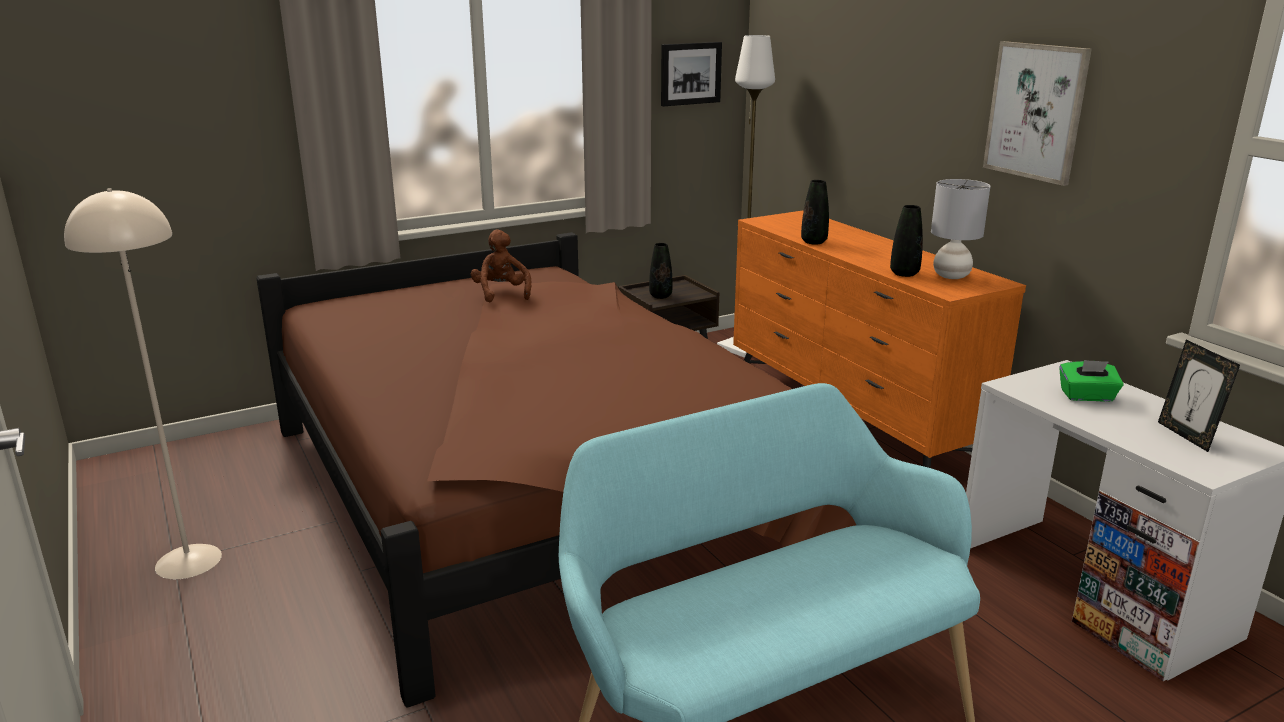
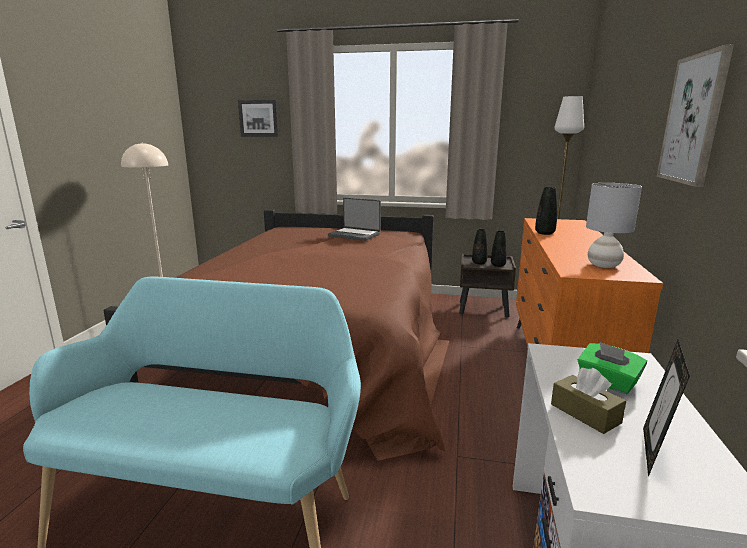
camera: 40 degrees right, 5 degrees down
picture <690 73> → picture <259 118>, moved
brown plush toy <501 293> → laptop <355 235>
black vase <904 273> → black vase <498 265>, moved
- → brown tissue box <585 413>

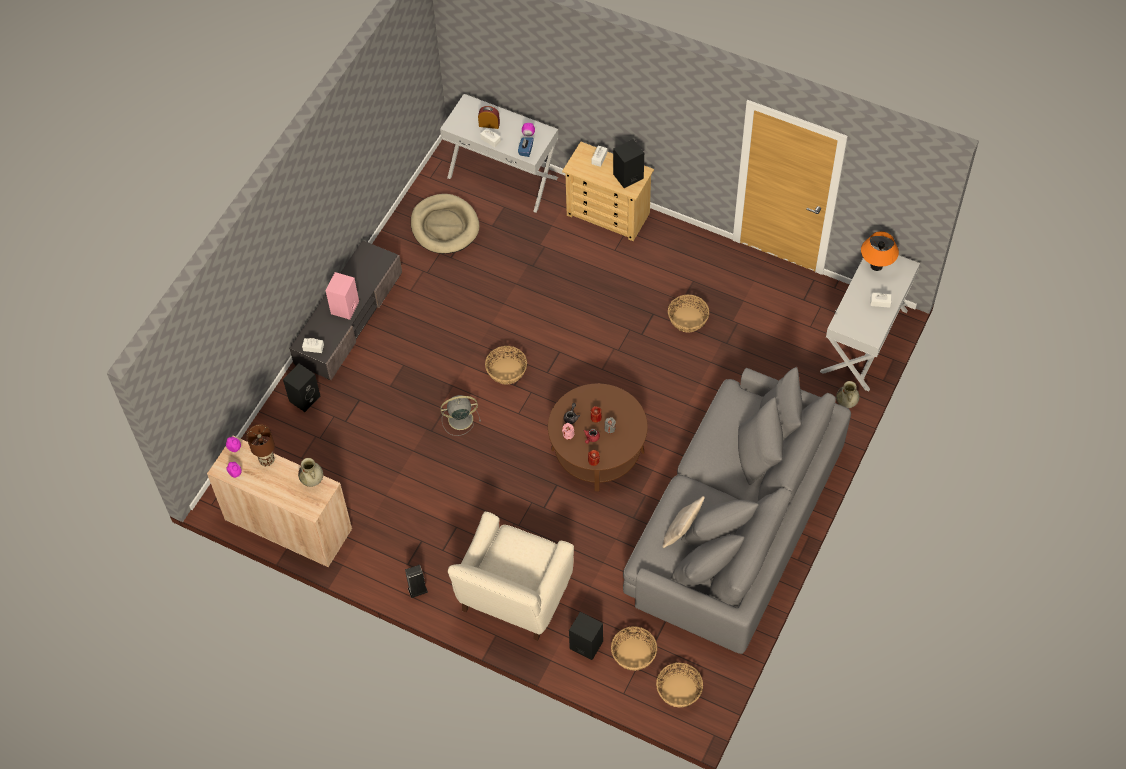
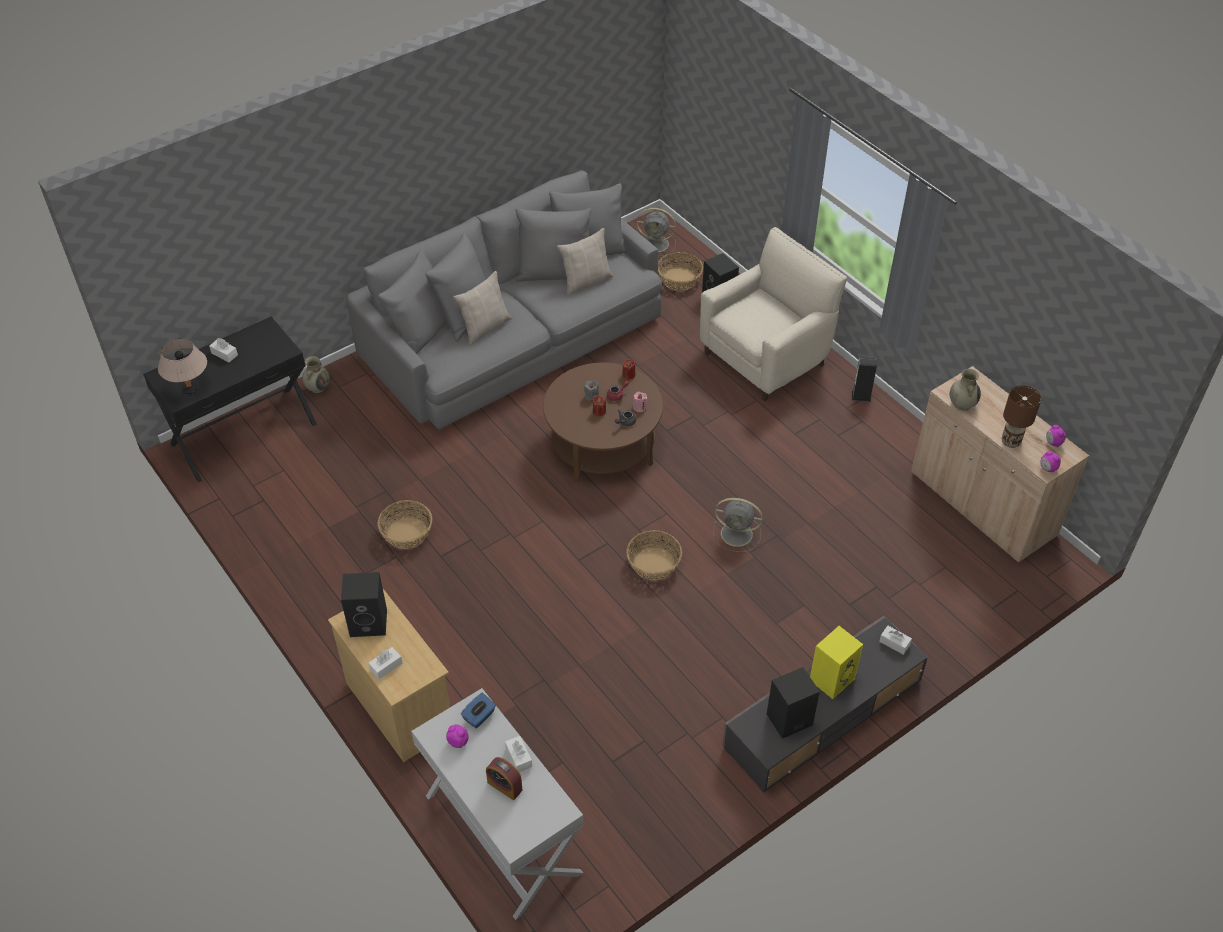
camera: 155 degrees left, 10 degrees down
white console table <864 341> → black console table <243 433>
orange table lamp <876 266> → beige table lamp <189 388>
- → beige pillow <485 327>
basket <679 690> → grey fan <657 244>
black speaker <304 398> → black speaker <789 720>, moved
pink speaker <345 308> → yellow speaker <832 678>
beige dog bed <445 226> → -

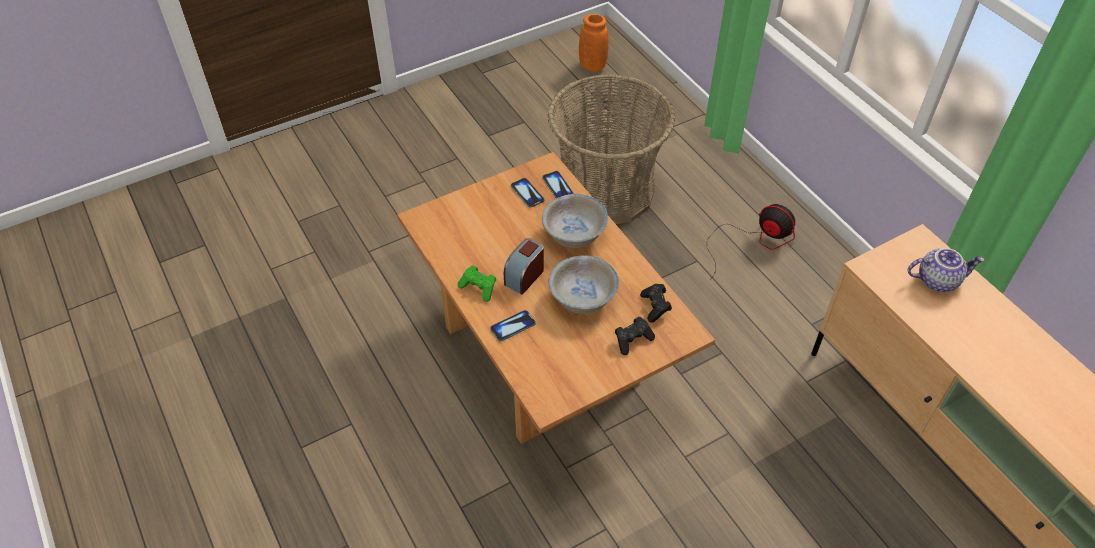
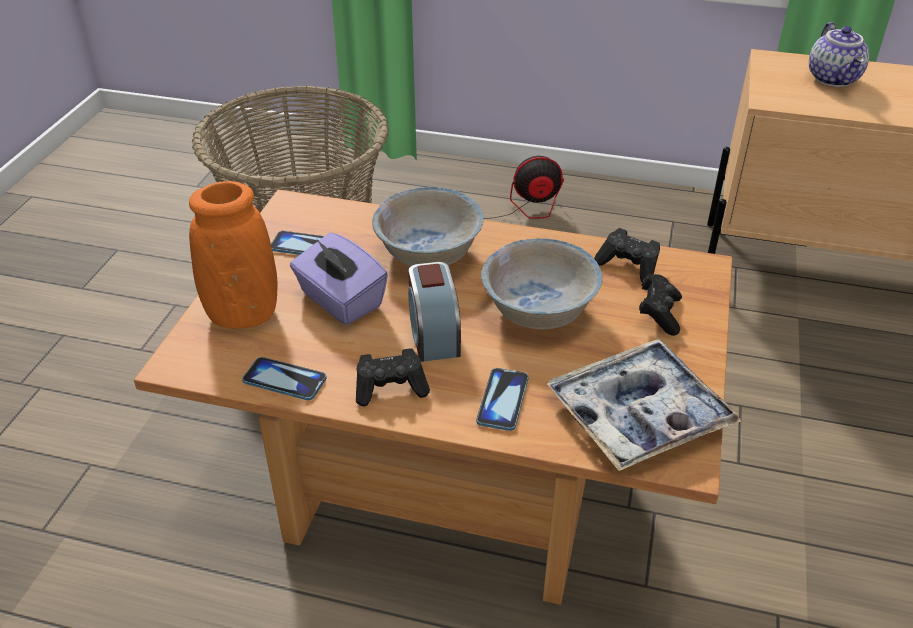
camera: 45 degrees left, 10 degrees down
orange vase <592 66> → orange vase <243 315>, moved
phone <557 186> → phone <284 380>, moved
- → purple tissue box <340 301>
green game controller <479 288> → black game controller <391 388>
- → tray <638 414>
teapot <937 280> → teapot <834 79>, 135 degrees clockwise

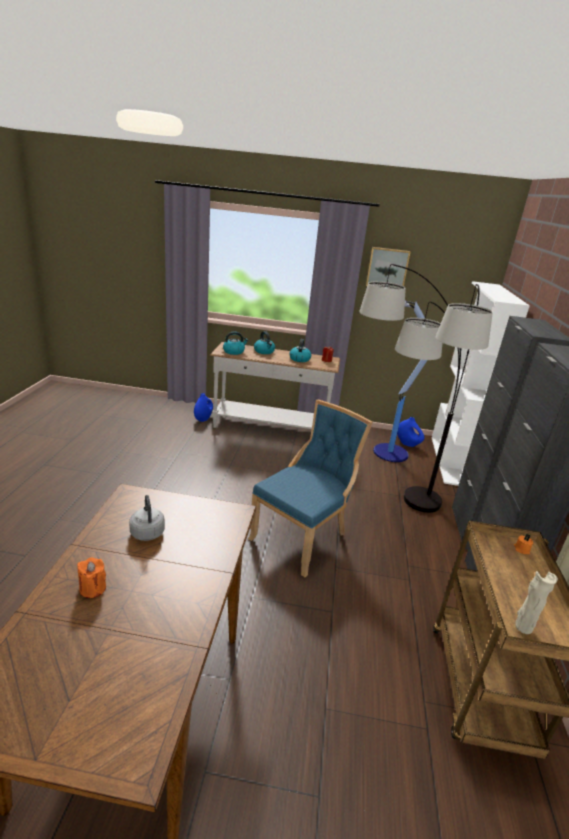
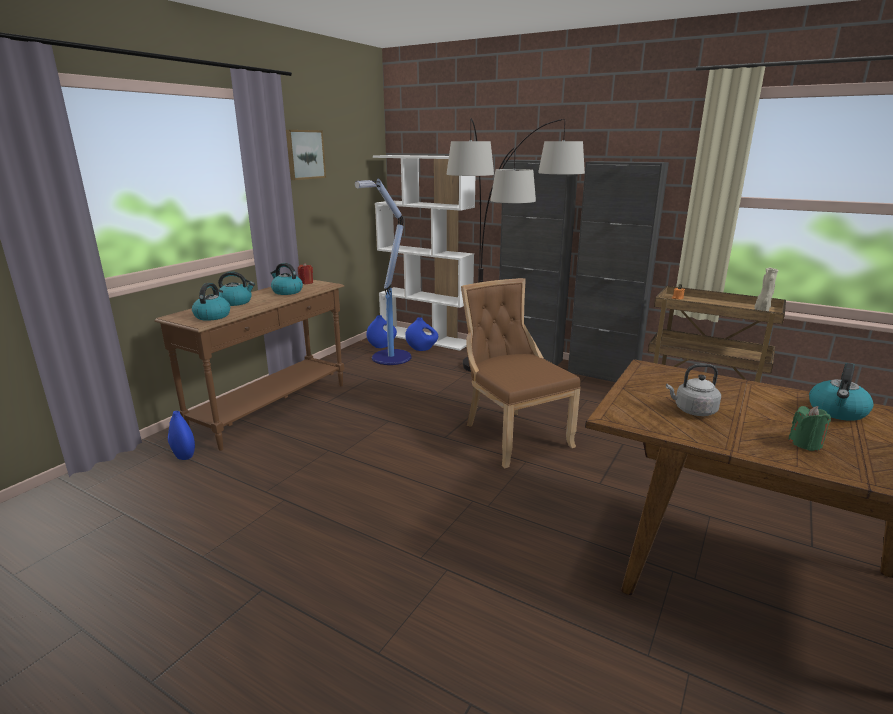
camera: 65 degrees left, 5 degrees down
white console table <270 428> → brown console table <273 409>
- → blue vase <422 349>
blue chair <303 537> → brown chair <512 435>
orange candle <93 588> → green candle <805 444>
- → kettle <837 411>

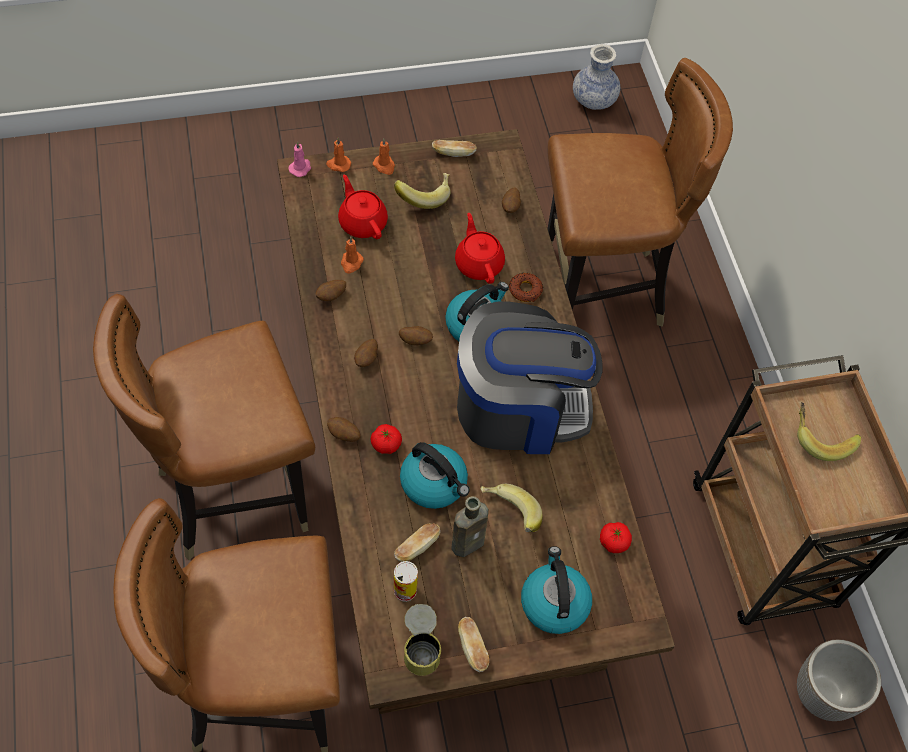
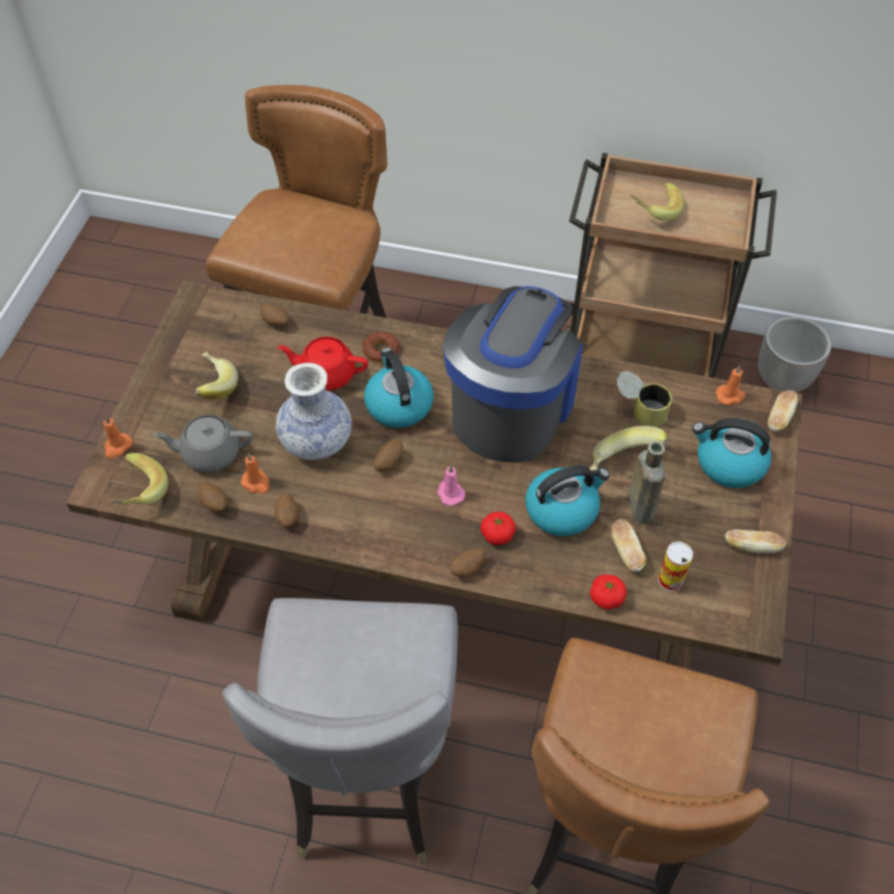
camera: 60 degrees left, 5 degrees down
- → banana <137 492>
red teapot <362 222> → grey teapot <210 453>
potato <366 359> → potato <215 504>, moved
brown chair <235 492> → grey chair <368 781>
vase <593 100> → vase <316 441>, moved
pink candle <300 168> → pink candle <450 493>, moved
tomato <613 542> → tomato <606 598>, moved
can <421 646> → can <640 410>, moved
orange candle <384 166> → orange candle <730 396>, moved
bread <453 153> → bread <779 417>, moved

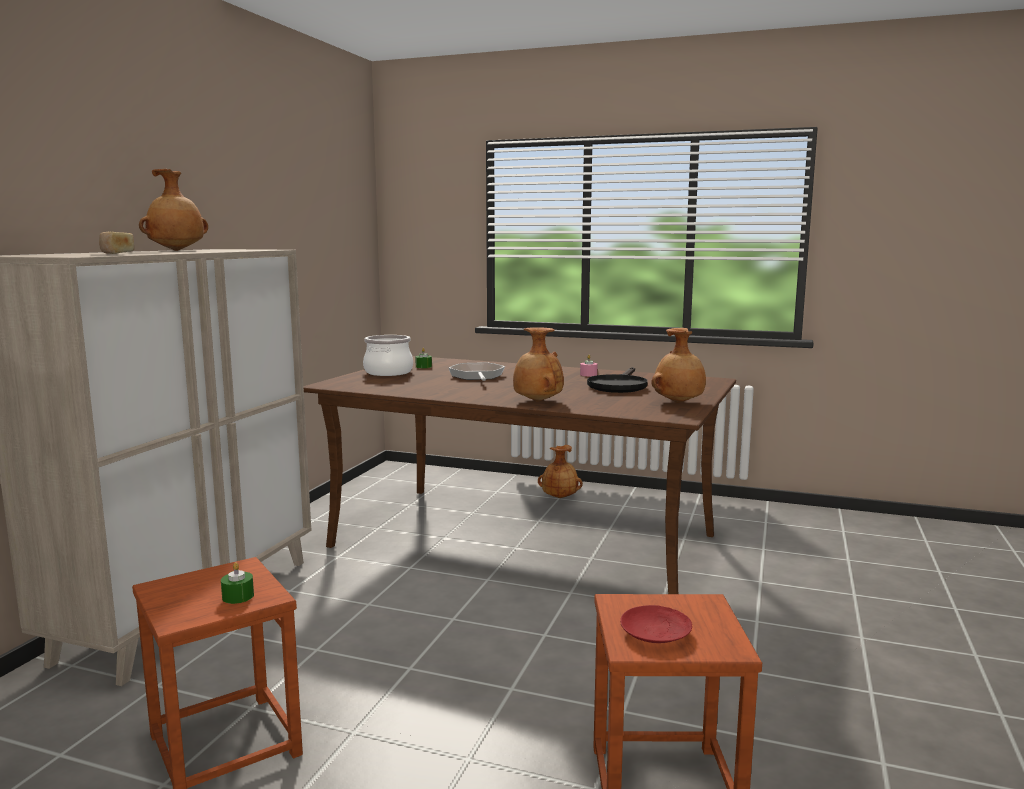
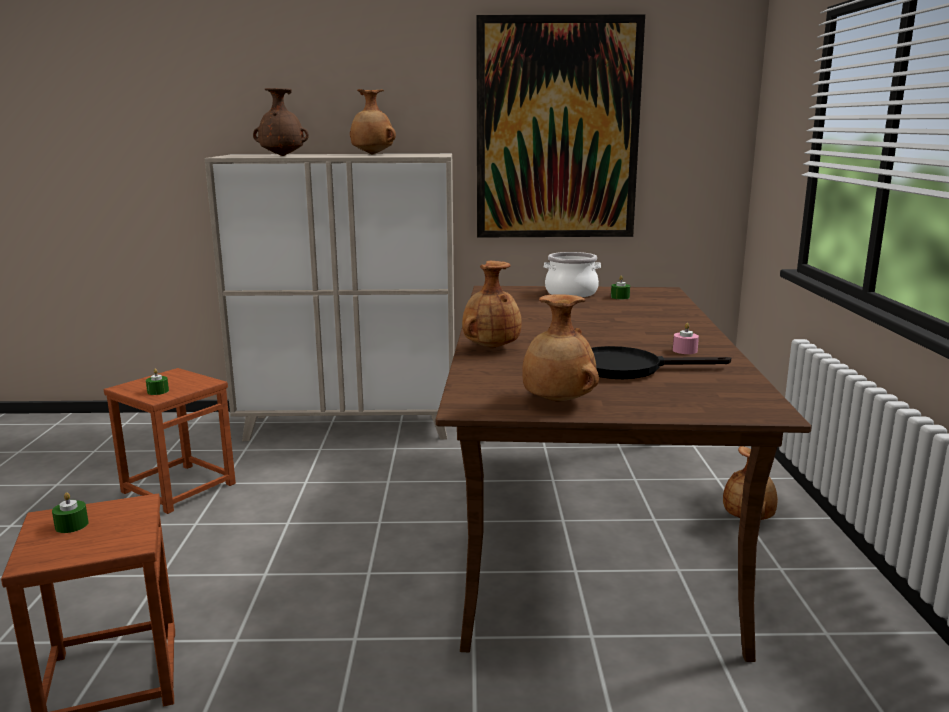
camera: 70 degrees right, 5 degrees up
red plate <656 632> → green candle <71 525>
bread <117 253> → brown vase <282 156>
- → picture <557 130>
frying pan <477 376> → -

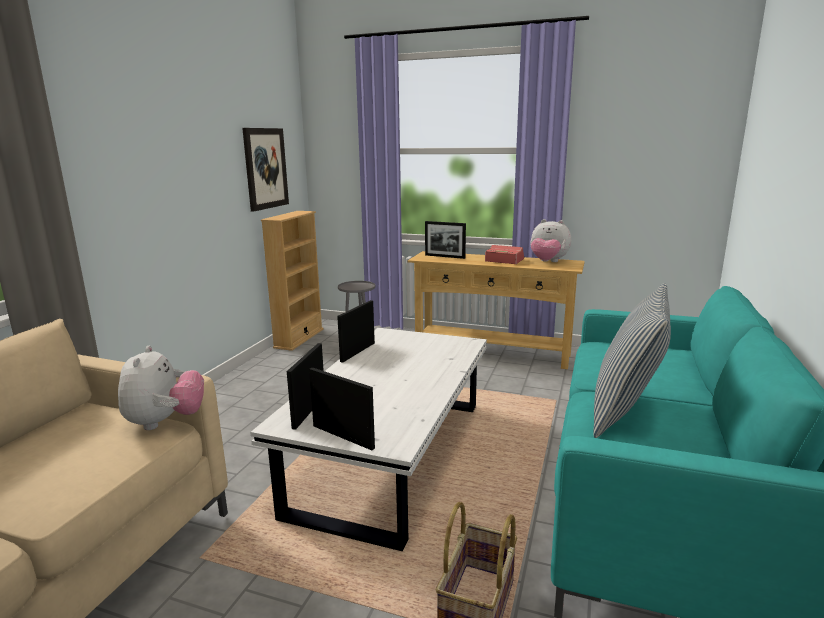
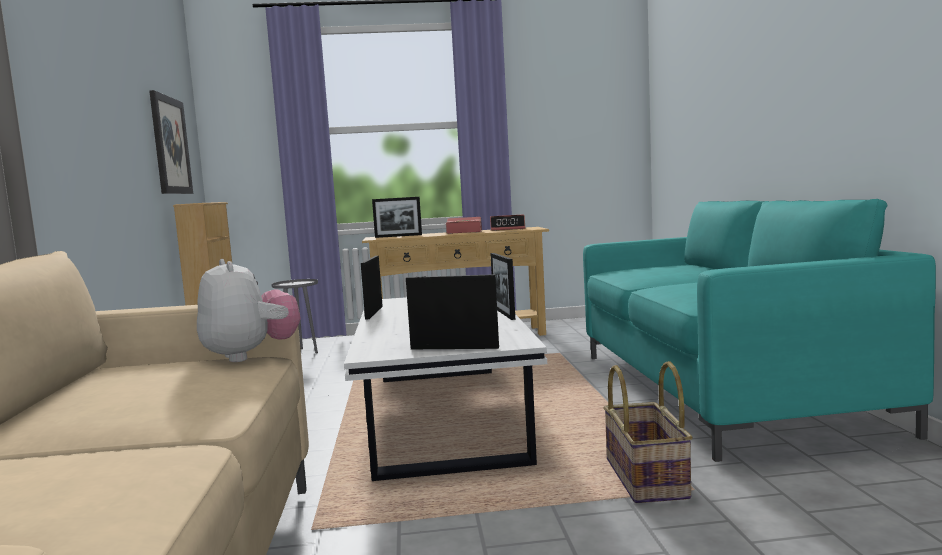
camera: 25 degrees left, 10 degrees down
plush toy <548 262> → alarm clock <508 229>
picture frame <309 411> → picture frame <503 313>, moved
pillow <625 411> → -

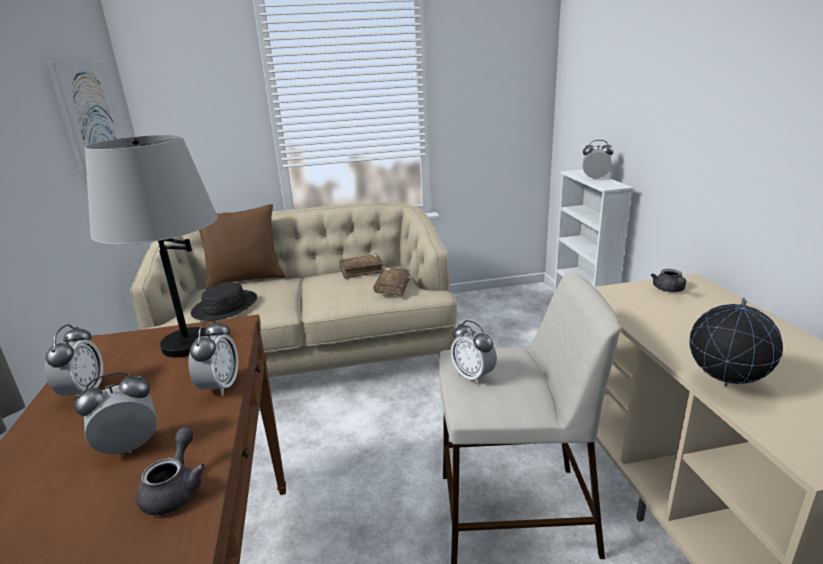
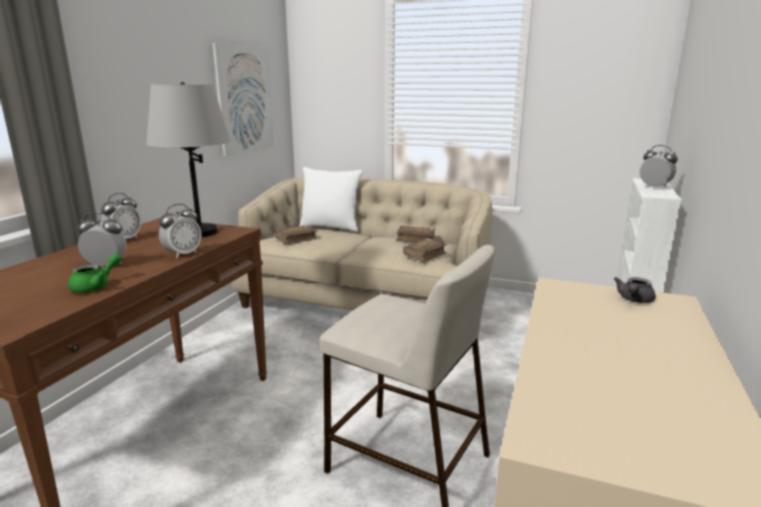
camera: 30 degrees right, 5 degrees down
grey teapot <176 489> → green teapot <96 286>
black hat <225 306> → brown book <296 239>
brown pillow <246 279> → white pillow <331 227>
alarm clock <473 376> → -
globe <724 386> → -

